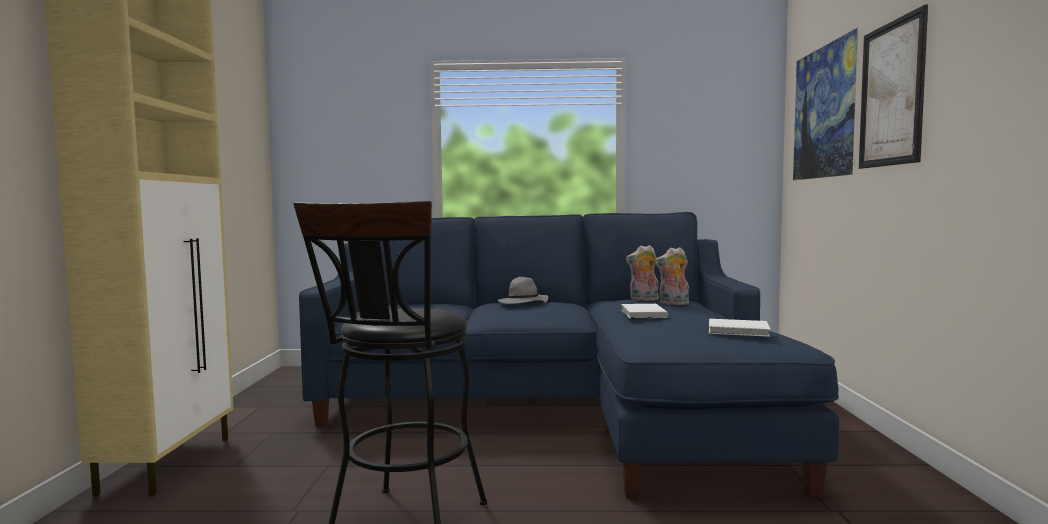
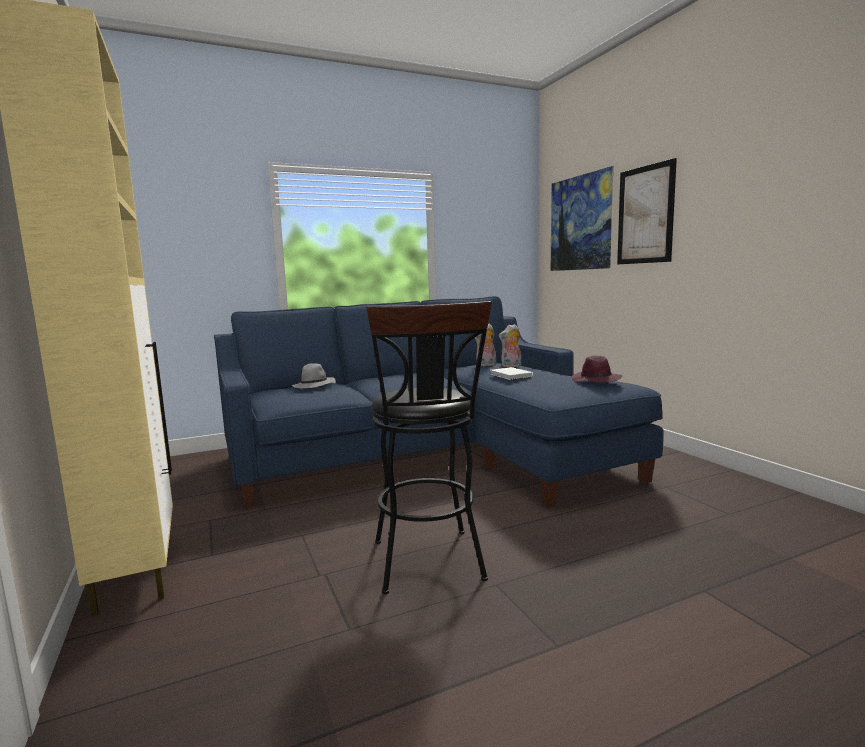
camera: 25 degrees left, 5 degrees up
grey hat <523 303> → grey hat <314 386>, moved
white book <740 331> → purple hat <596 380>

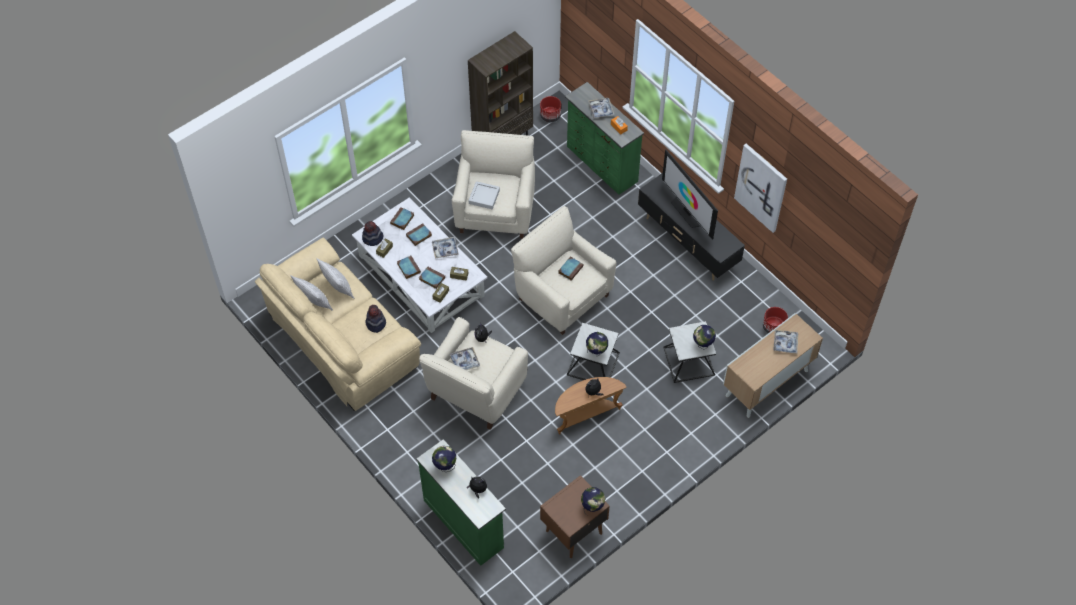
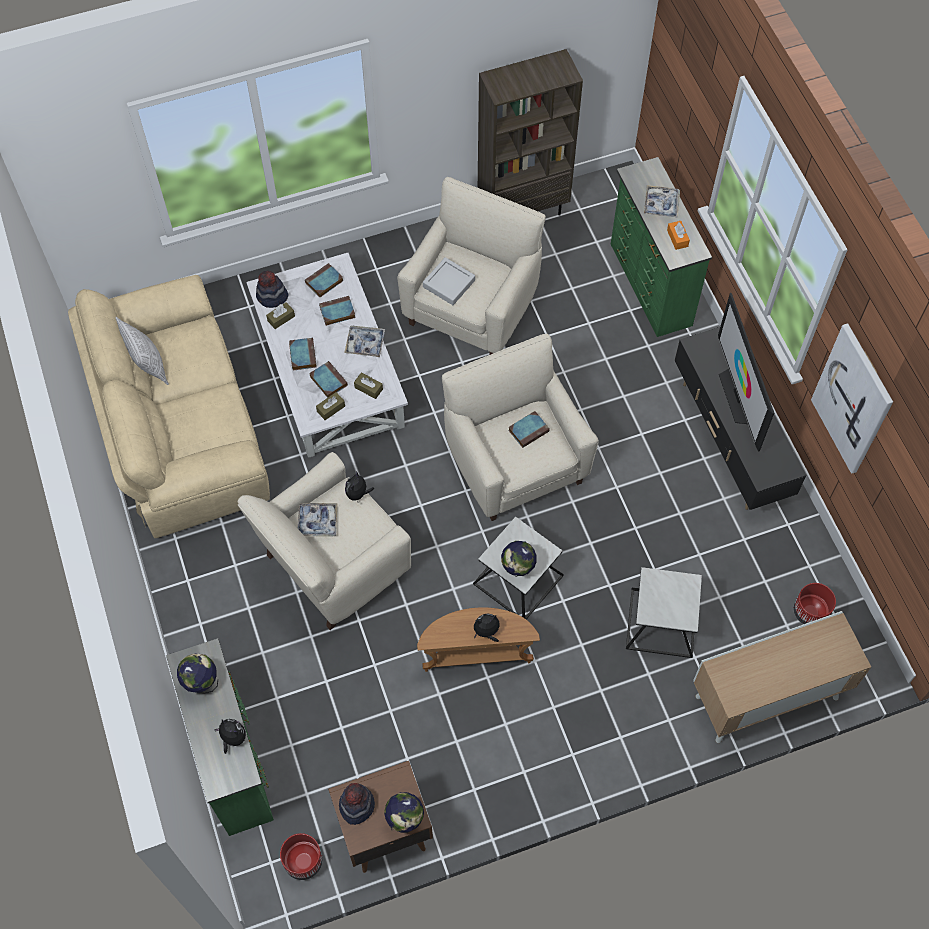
camera: 20 degrees right, 5 degrees up
red planter <550 116> → red planter <303 861>, moved
hat <375 323> → hat <356 805>, moved
pillow <337 288> → -
globe <702 345> → -
tray <785 343> → -

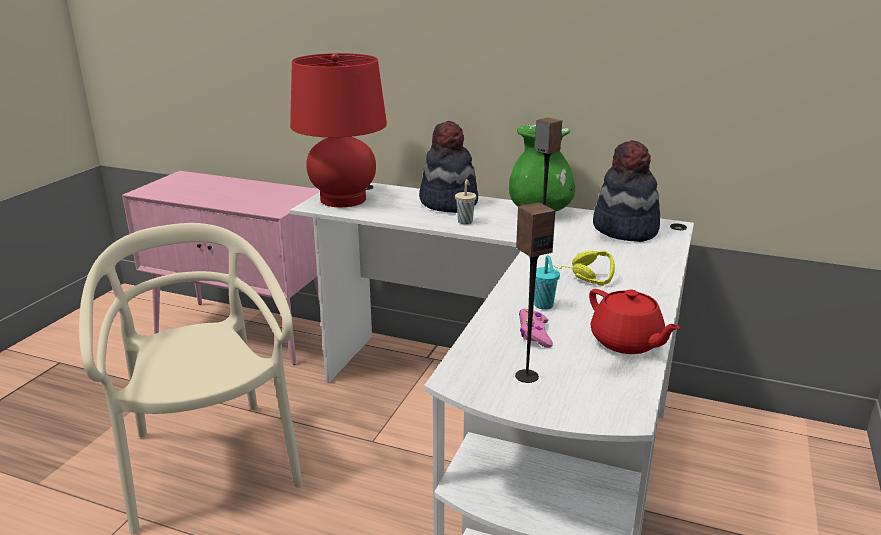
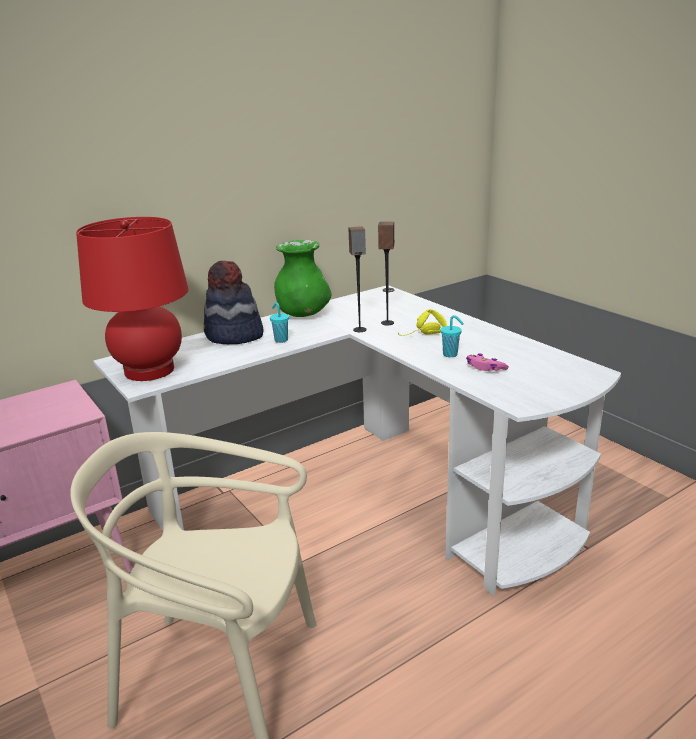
camera: 55 degrees left, 0 degrees up
beige cup <465 221> → turquoise cup <280 340>
speaker <526 376> → speaker <387 323>, moved
red teapot <627 343> → -
hat <624 230> → -

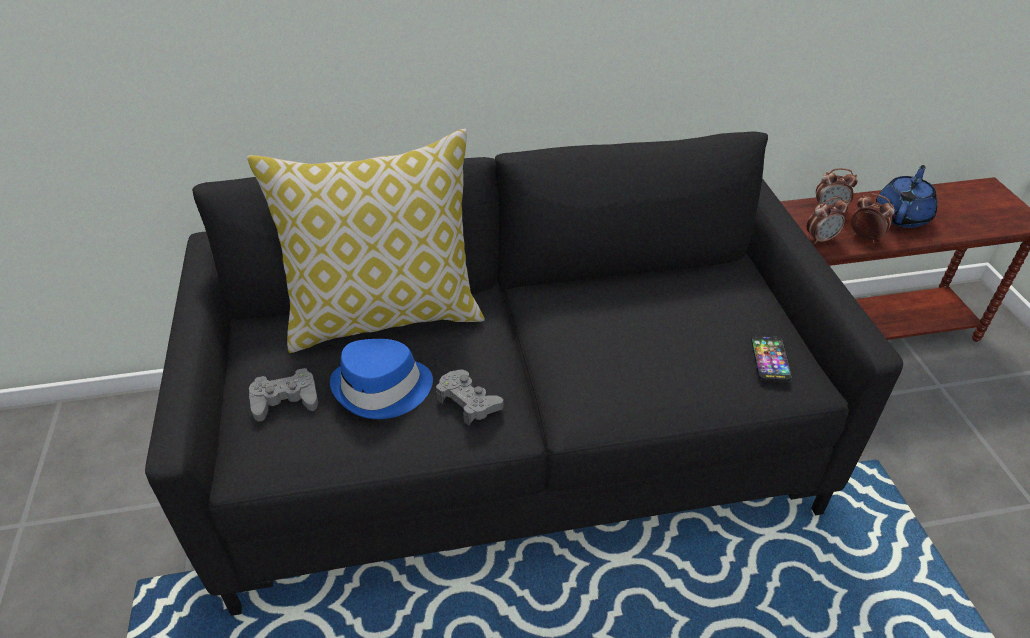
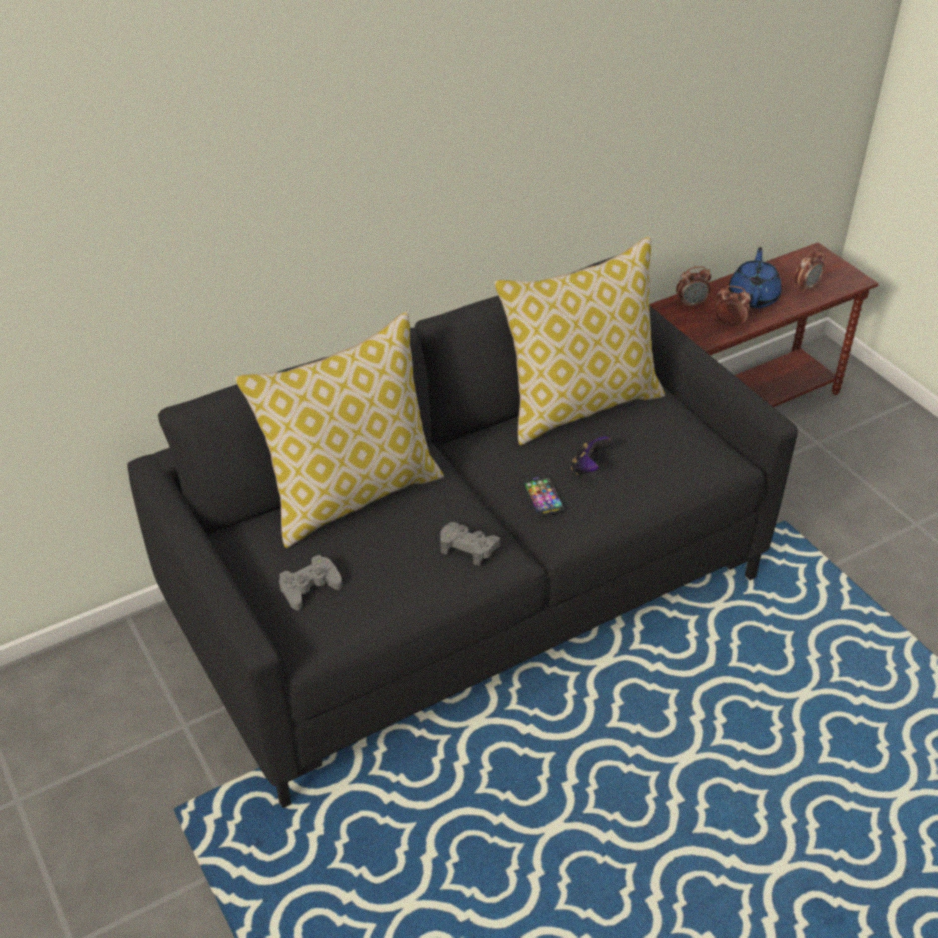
camera: 20 degrees left, 0 degrees up
- → pillow <580 404>
phone <770 359> → phone <543 497>, moved
- → game controller <588 467>
alarm clock <821 239> → alarm clock <806 287>, moved
blue hat <382 389> → -

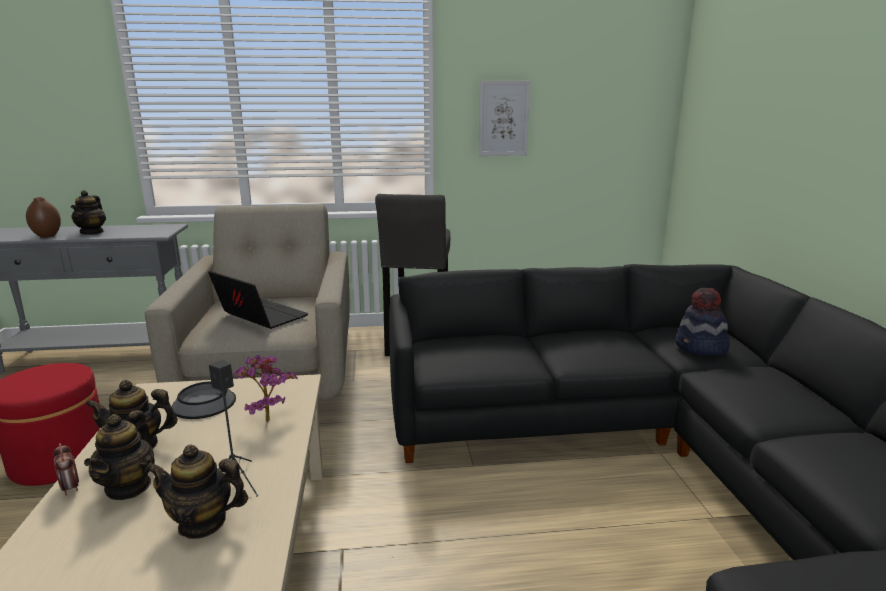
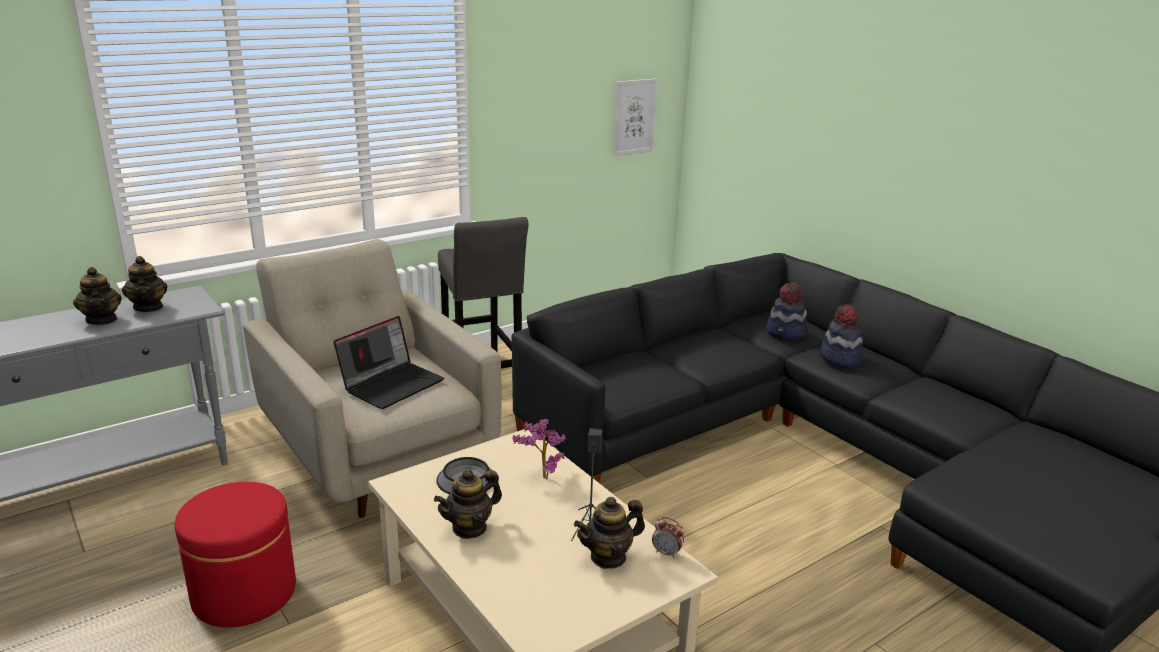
camera: 30 degrees left, 5 degrees up
teapot <129 487> → teapot <148 307>, moved
laptop <260 316> → laptop <392 384>, 120 degrees clockwise
picture <503 119> → picture <634 117>, moved
alarm clock <71 488> → alarm clock <667 553>, moved
- → hat <840 358>
brown vase <47 236> → -

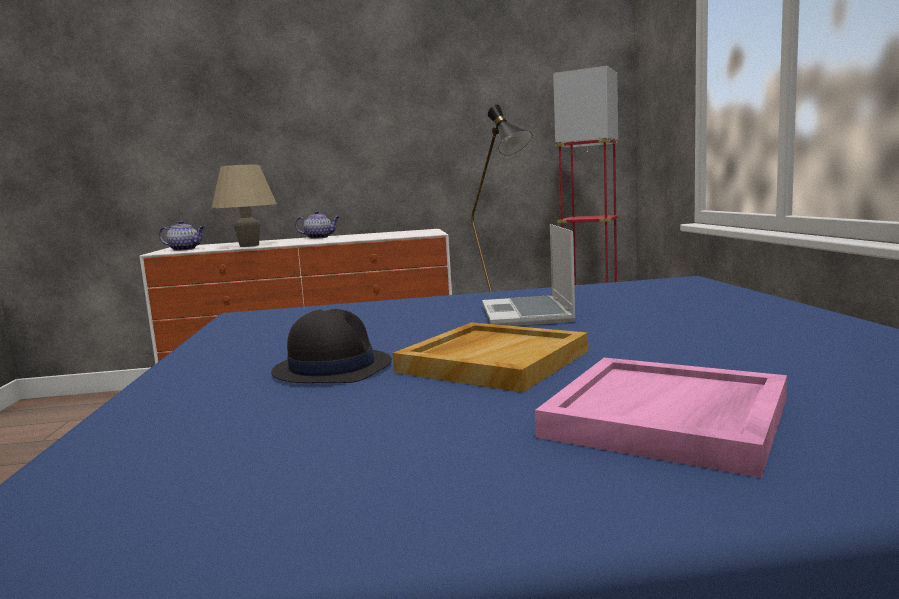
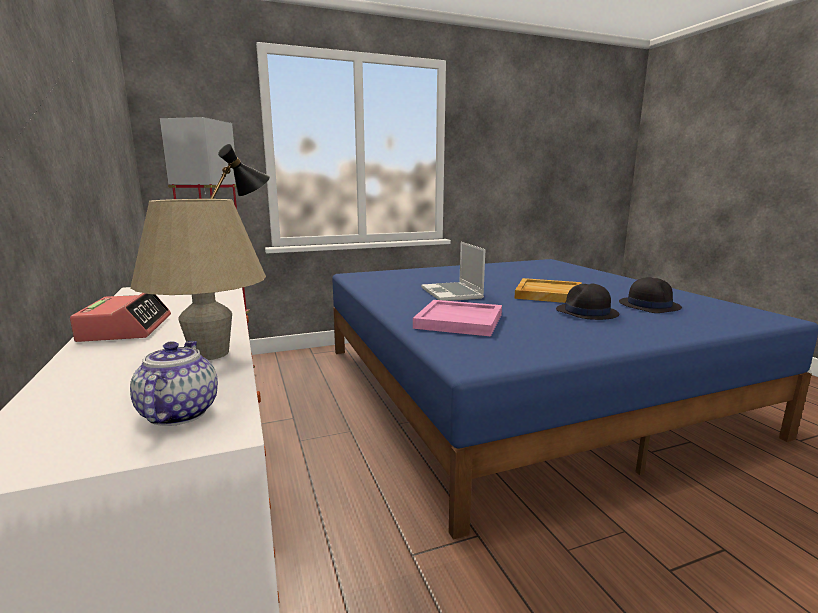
camera: 105 degrees left, 5 degrees up
teapot <319 237> → alarm clock <126 328>
pink tray <668 419> → pink tray <460 321>, moved
laptop <528 314> → laptop <452 293>, 90 degrees clockwise
- → black hat <649 305>

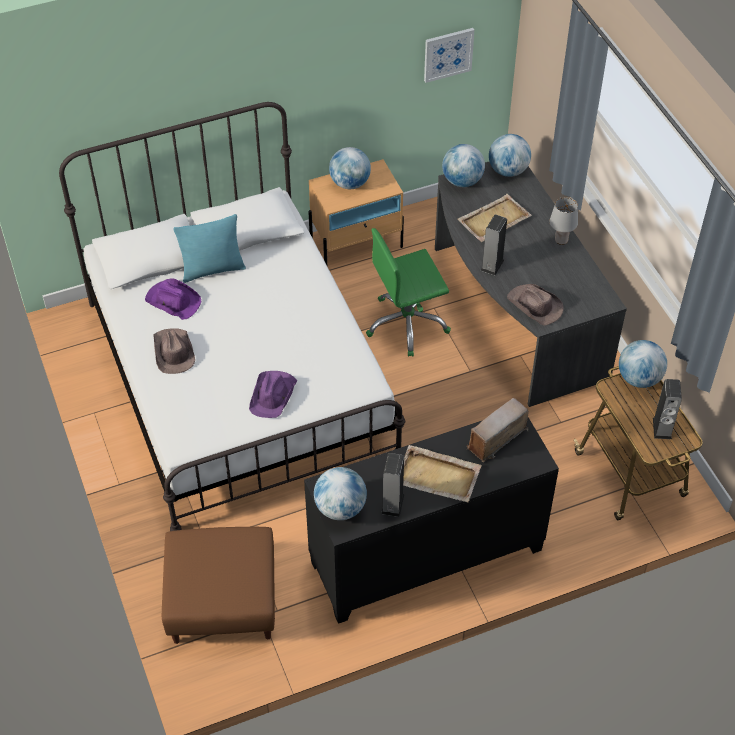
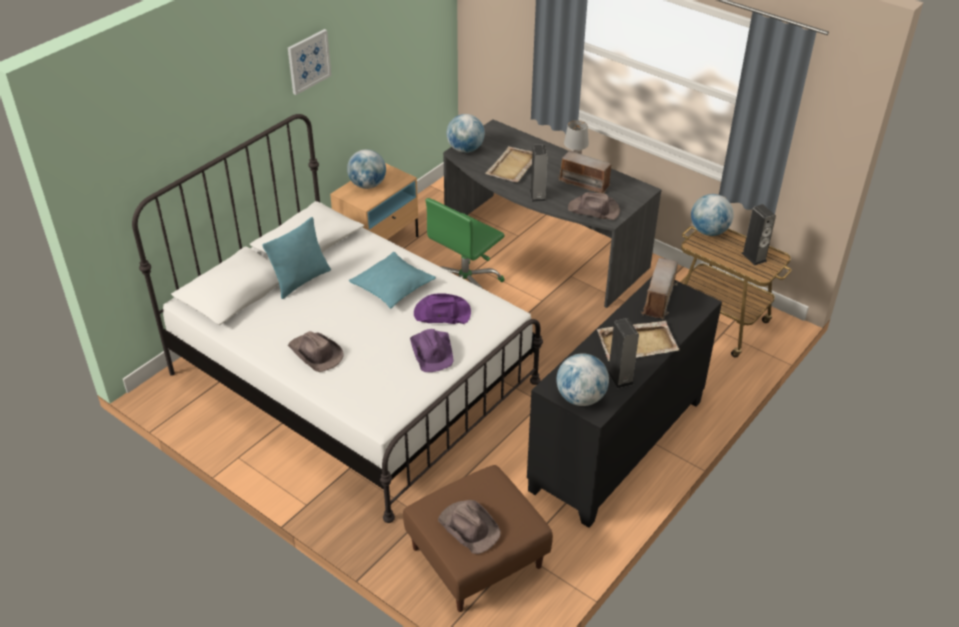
camera: 30 degrees left, 10 degrees down
picture <448 54> → picture <308 61>, moved
- → turquoise pillow <392 286>
purple hat <173 300> → purple hat <441 313>, moved
- → brown hat <469 527>
- → radio <584 183>
globe <508 170> → -

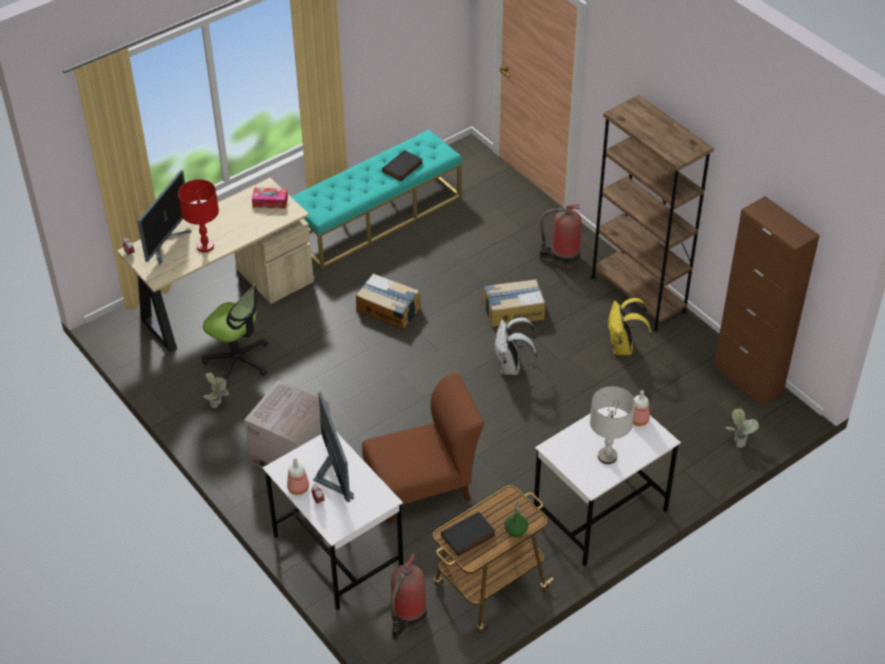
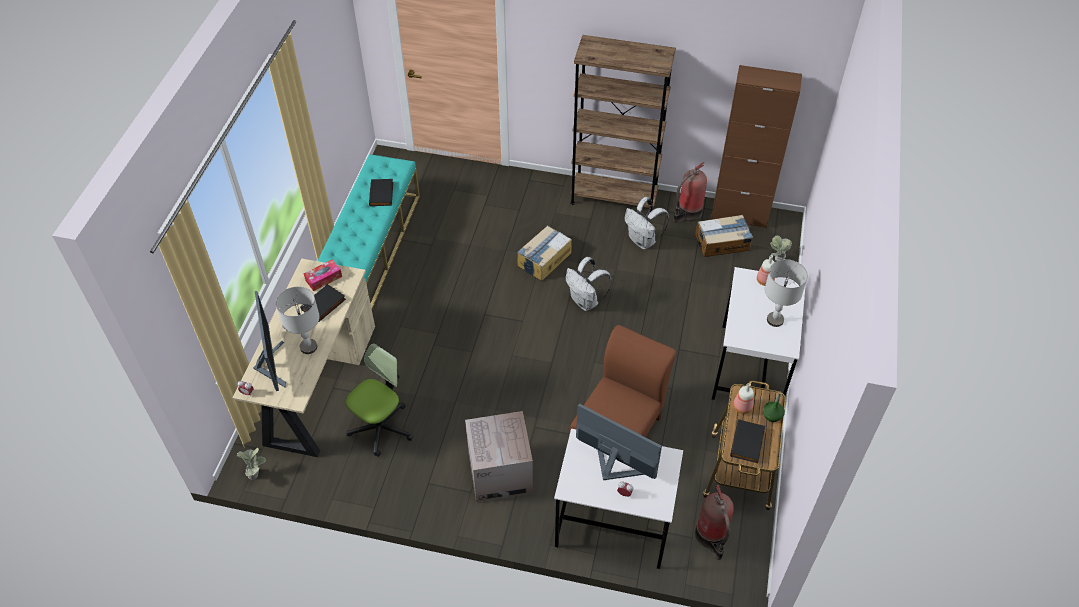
camera: 40 degrees left, 5 degrees up
potted plant <218 404> → potted plant <256 473>, moved
red table lamp <205 246> → grey table lamp <308 347>
- → black book <324 305>
office chair <238 361> → office chair <381 427>, 45 degrees counterclockwise
yellow backpack <623 347> → white backpack <643 241>
fire extinguisher <562 258> → fire extinguisher <688 213>, moved
cardboard box <388 309> → cardboard box <722 242>, moved
bottle <299 488> → bottle <743 407>, moved

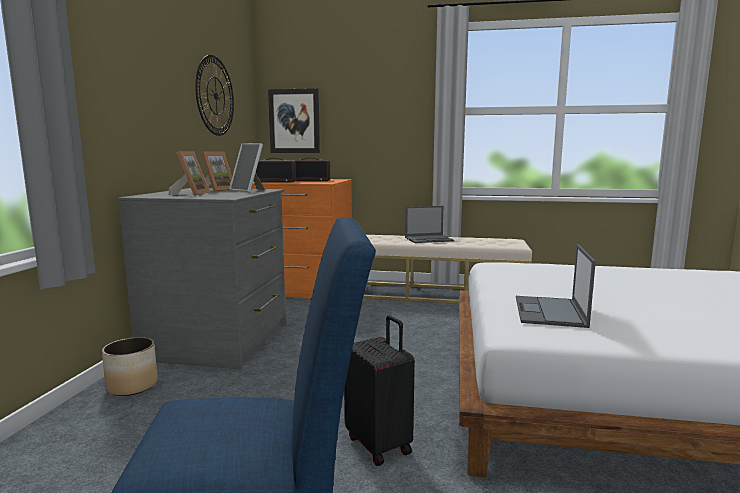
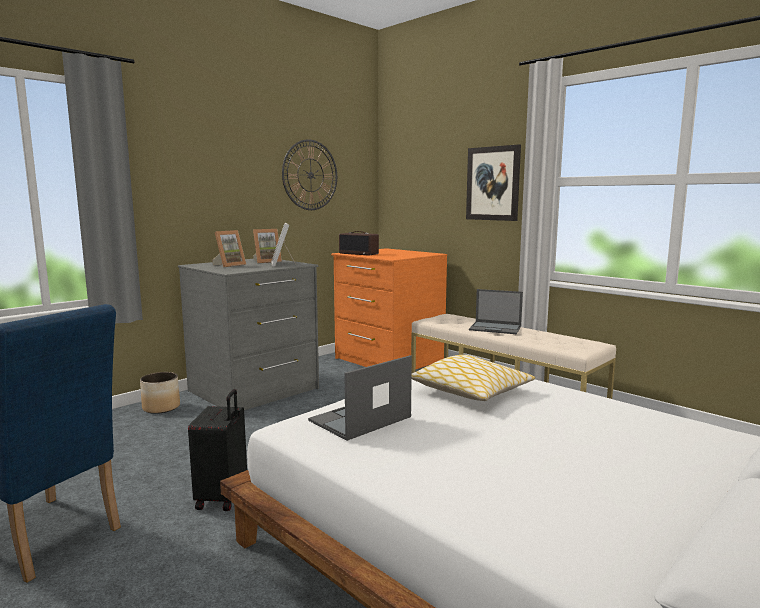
camera: 35 degrees right, 0 degrees up
- → pillow <471 391>
picture <294 121> → picture <493 183>, moved
radio <311 180> → -

